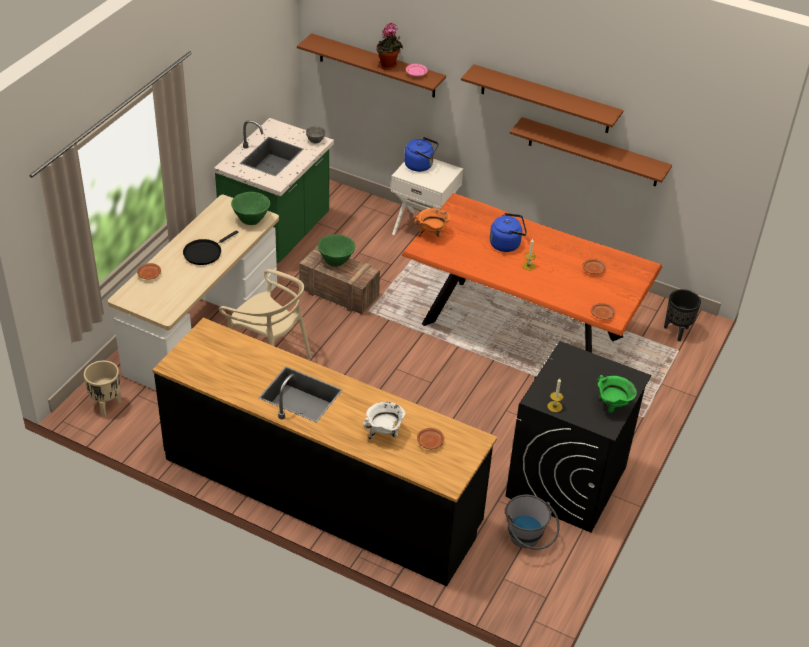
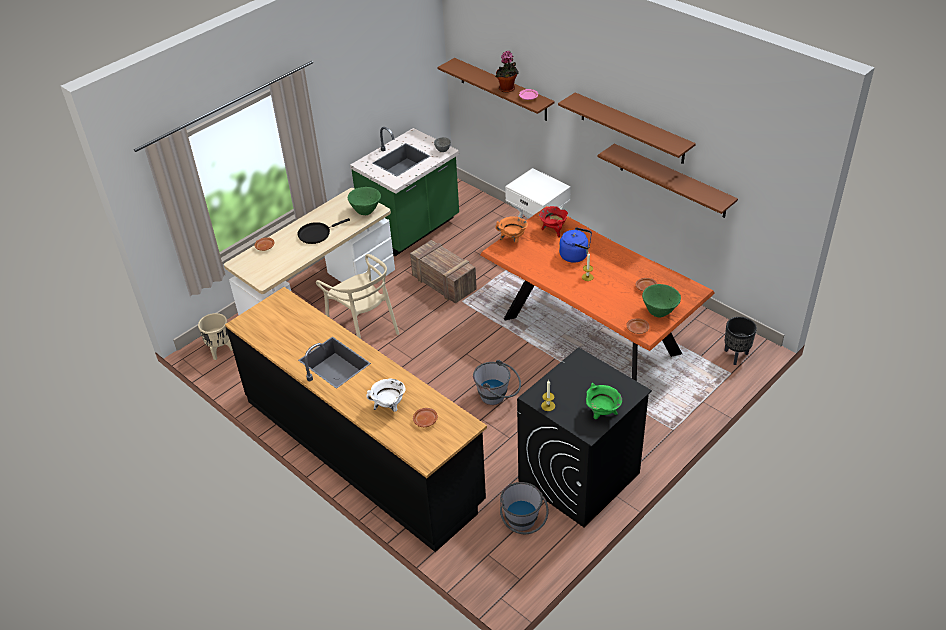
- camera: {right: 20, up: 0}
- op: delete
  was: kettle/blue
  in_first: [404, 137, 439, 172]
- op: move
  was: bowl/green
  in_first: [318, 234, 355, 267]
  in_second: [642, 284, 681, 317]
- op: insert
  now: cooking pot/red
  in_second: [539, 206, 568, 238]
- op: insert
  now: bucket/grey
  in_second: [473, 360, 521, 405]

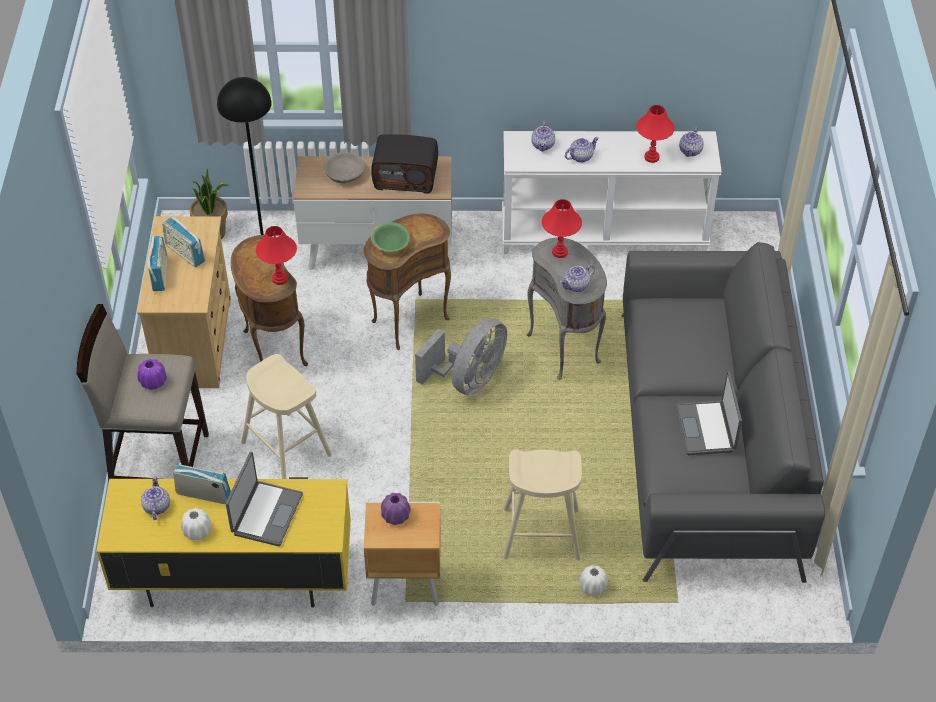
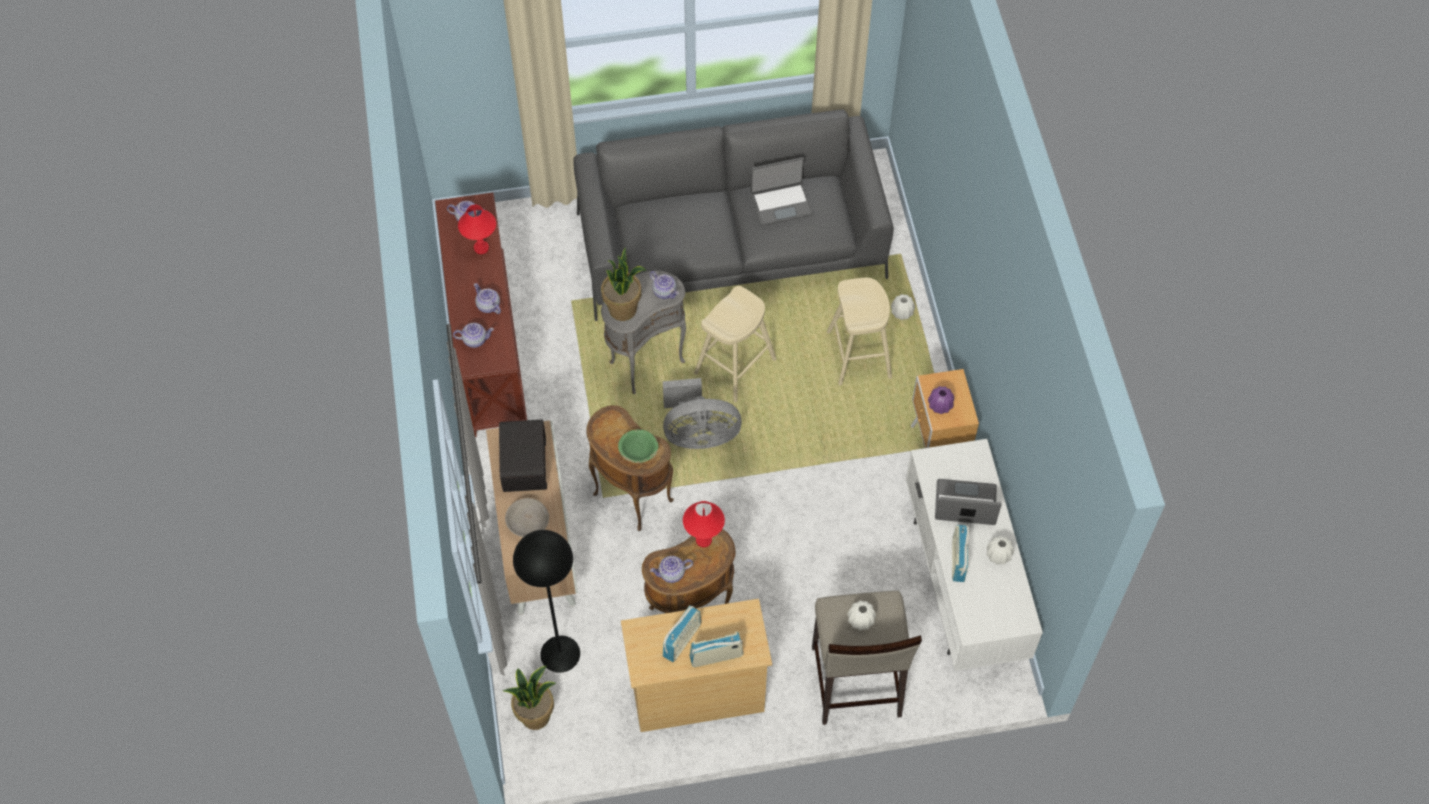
- camera: {right: -100, up: 10}
- op: recolor
  was: console table/white
  now: console table/brown
  in_first: [502, 131, 722, 254]
  in_second: [435, 193, 527, 437]
- op: replace
  was: table lamp/red
  now: potted plant
  in_first: [542, 199, 582, 258]
  in_second: [601, 248, 647, 321]
- op: rotate
  was: fan/grey
  in_first: [415, 318, 507, 395]
  in_second: [663, 378, 742, 449]
  clockwise: 150
- op: move
  was: stool/beige
  in_first: [241, 354, 332, 479]
  in_second: [694, 286, 776, 402]
- op: recolor
  was: vase/purple
  now: vase/white
  in_first: [137, 359, 167, 389]
  in_second: [848, 601, 876, 631]
- op: move
  was: teapot
  in_first: [141, 476, 170, 520]
  in_second: [650, 556, 693, 583]
- op: recolor
  was: tv stand/yellow
  now: tv stand/white
  in_first: [96, 477, 351, 608]
  in_second: [906, 439, 1043, 671]

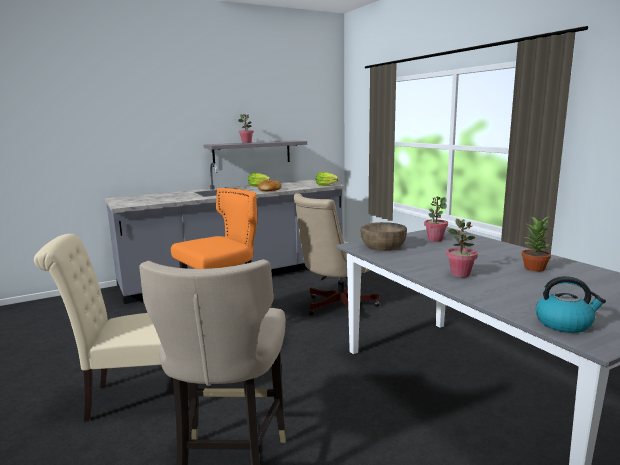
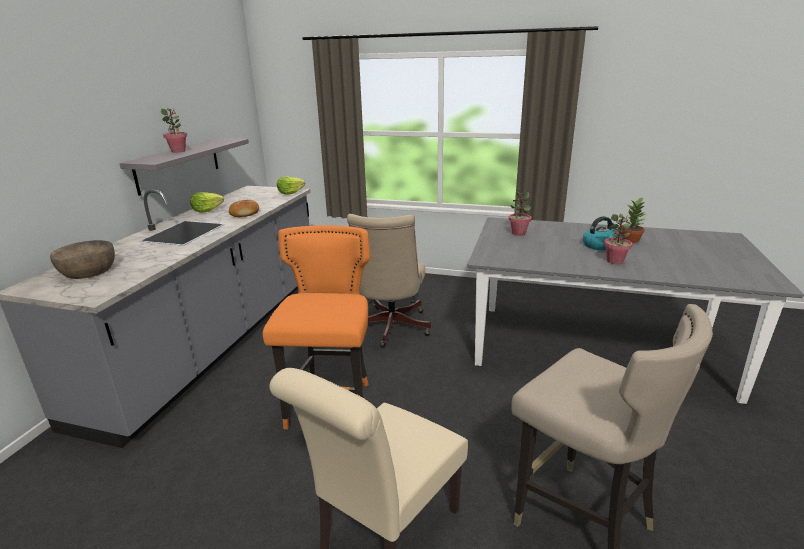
- camera: {right: -45, up: 10}
- op: move
  was: bowl/brown
  in_first: [361, 222, 407, 251]
  in_second: [50, 240, 115, 279]
- op: move
  was: kettle
  in_first: [536, 276, 606, 333]
  in_second: [583, 216, 616, 250]

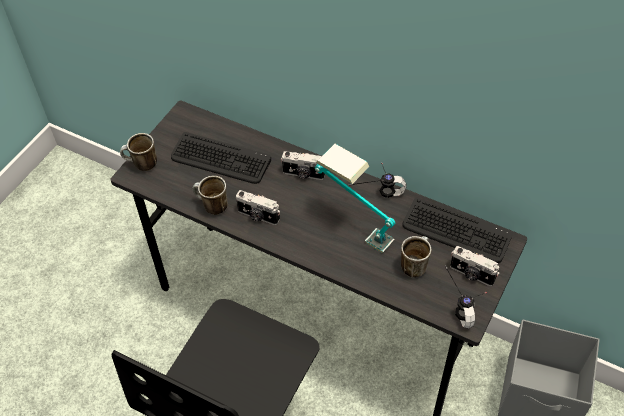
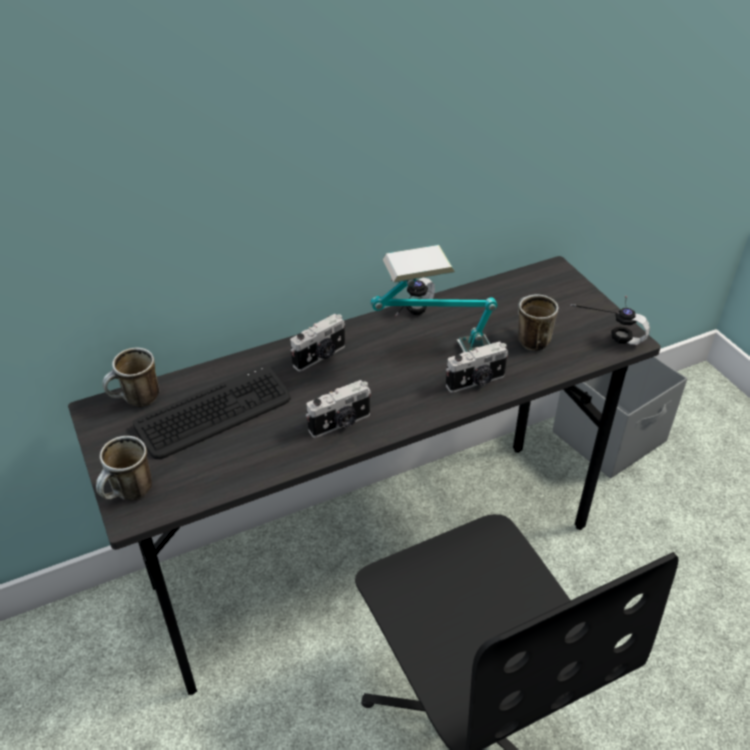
- camera: {right: -55, up: -10}
- op: move
  was: mug
  in_first: [192, 176, 228, 215]
  in_second: [102, 347, 159, 407]
- op: delete
  was: keyboard
  in_first: [402, 197, 513, 263]
- op: move
  was: photo camera
  in_first: [450, 246, 499, 286]
  in_second: [446, 341, 508, 393]

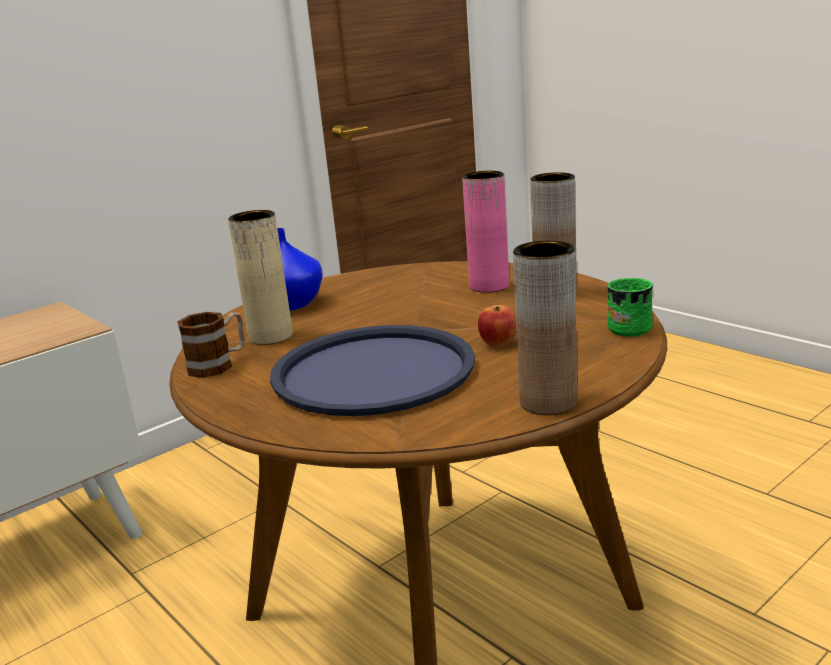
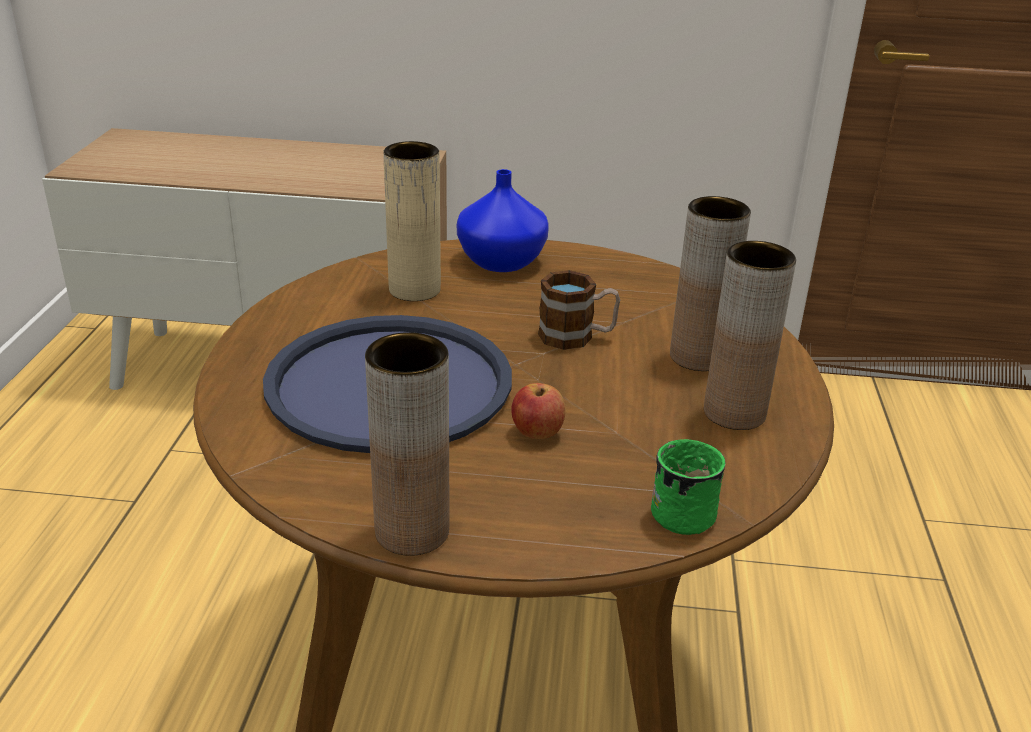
- camera: {right: 45, up: 10}
- op: recolor
  was: vase/pink
  now: vase/brown
  in_first: [462, 171, 509, 293]
  in_second: [670, 196, 751, 371]
- op: move
  was: mug
  in_first: [177, 312, 245, 378]
  in_second: [538, 270, 620, 350]

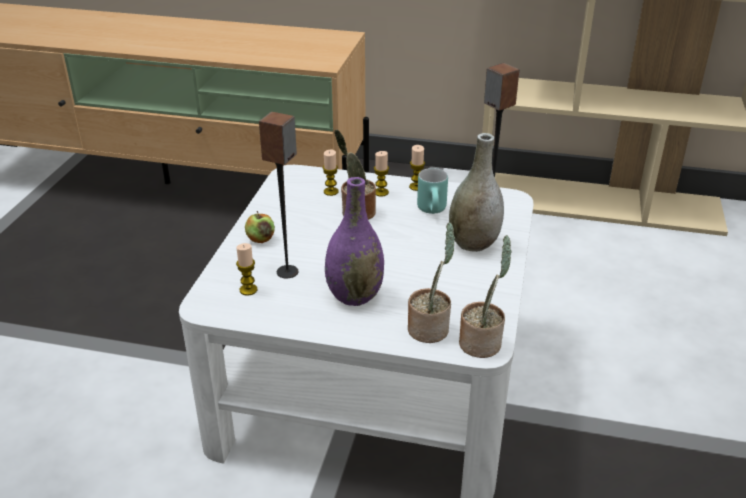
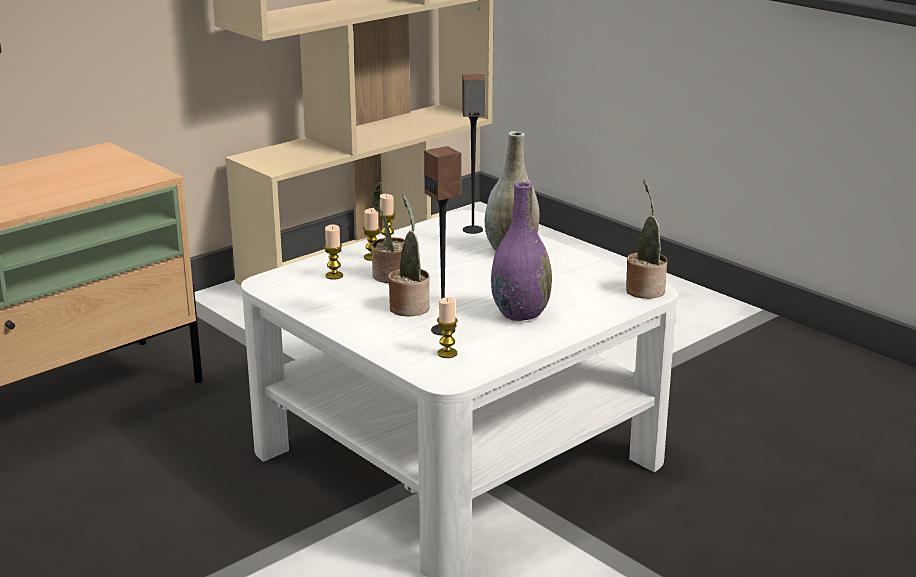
- camera: {right: -55, up: -10}
- op: delete
  was: mug/turquoise
  in_first: [417, 168, 448, 214]
- op: delete
  was: apple
  in_first: [245, 211, 275, 243]
- op: move
  was: potted plant
  in_first: [408, 222, 455, 343]
  in_second: [388, 194, 430, 317]

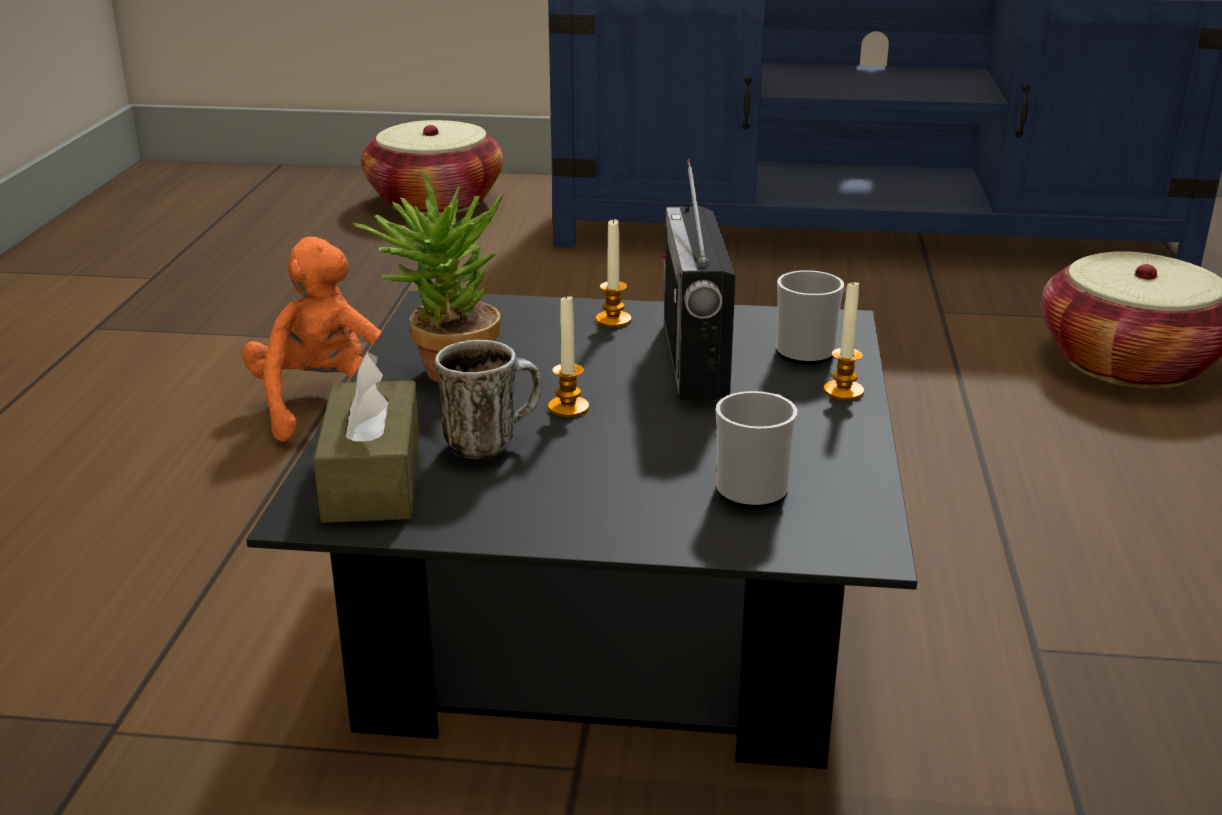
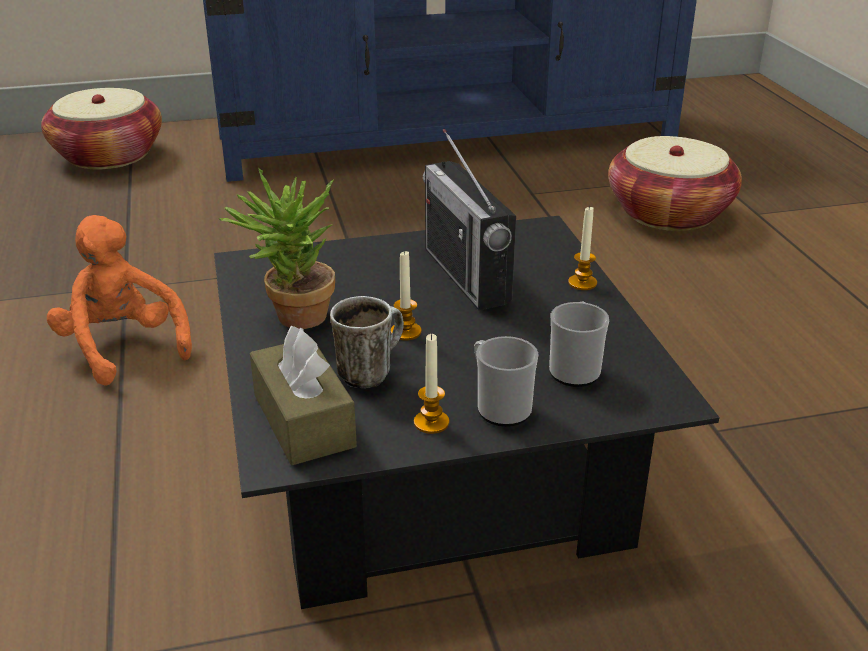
- camera: {right: -20, up: 5}
- op: move
  was: candle
  in_first: [595, 218, 631, 328]
  in_second: [414, 333, 449, 434]
- op: move
  was: mug
  in_first: [776, 270, 844, 364]
  in_second: [474, 336, 538, 427]

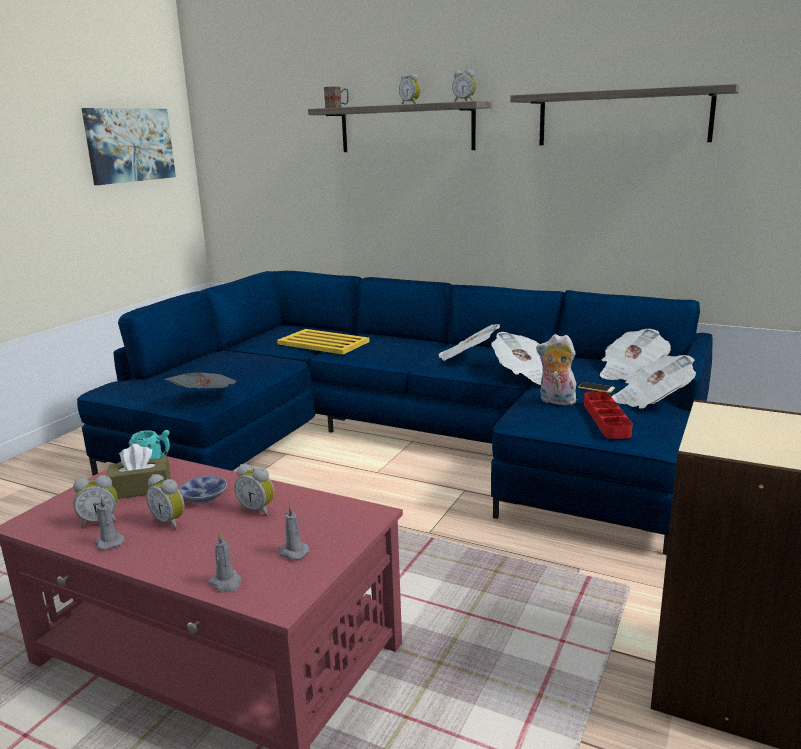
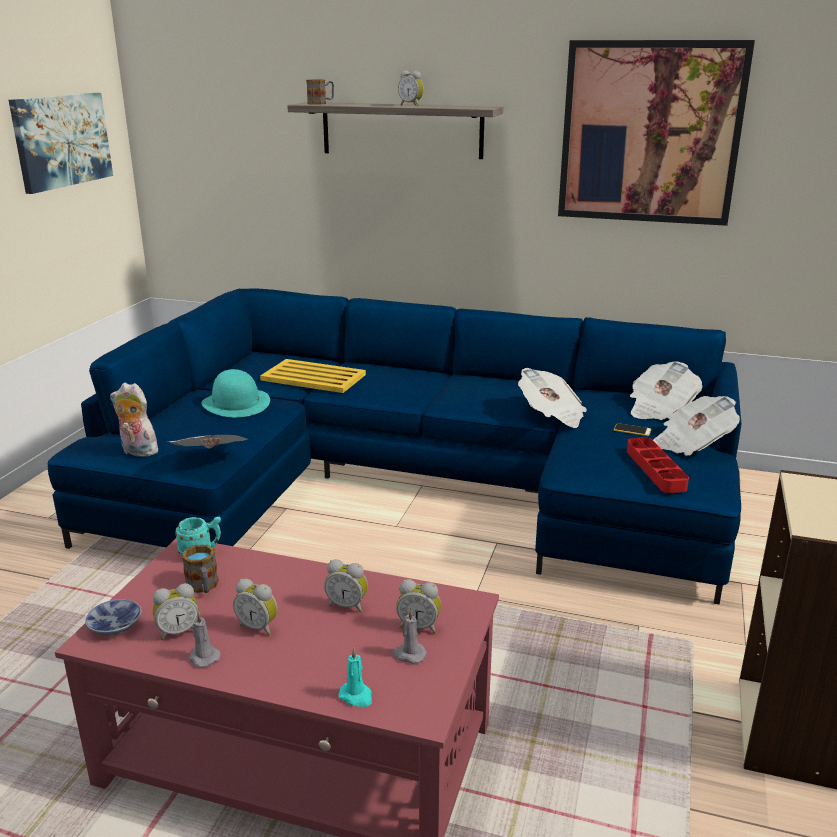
- camera: {right: -10, up: 5}
- op: move
  was: alarm clock
  in_first: [452, 70, 476, 102]
  in_second: [396, 579, 441, 633]
- op: replace
  was: shelf
  now: picture
  in_first: [510, 84, 739, 145]
  in_second: [558, 40, 755, 226]
- op: delete
  was: newspaper
  in_first: [439, 324, 500, 361]
- op: move
  was: plush toy
  in_first: [536, 334, 576, 406]
  in_second: [110, 383, 160, 457]
- op: replace
  was: tissue box/brown
  now: mug
  in_first: [106, 444, 171, 499]
  in_second: [182, 545, 218, 593]
- op: move
  was: bowl
  in_first: [179, 476, 227, 503]
  in_second: [85, 599, 142, 636]
- op: recolor
  was: candle/grey
  now: candle/turquoise
  in_first: [209, 532, 241, 592]
  in_second: [338, 648, 372, 707]
- op: insert
  now: hat/turquoise
  in_second: [201, 369, 270, 418]

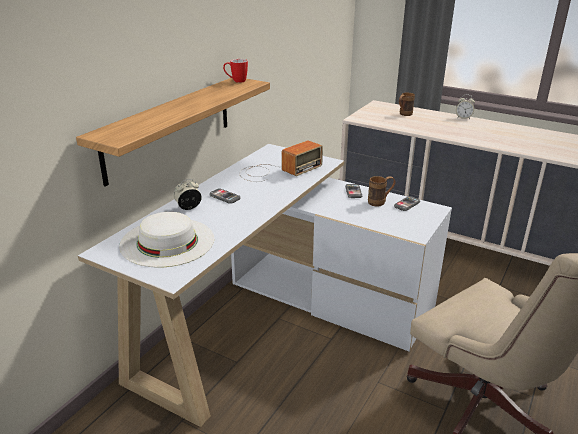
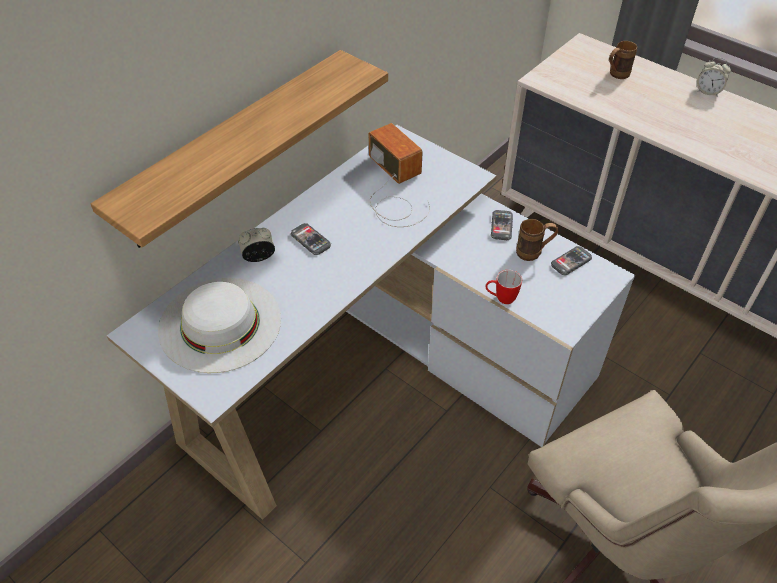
- camera: {right: 10, up: 20}
- op: move
  was: mug
  in_first: [223, 59, 248, 83]
  in_second: [485, 270, 522, 304]
- op: rotate
  was: radio
  in_first: [239, 140, 323, 182]
  in_second: [369, 123, 430, 227]
  clockwise: -90

